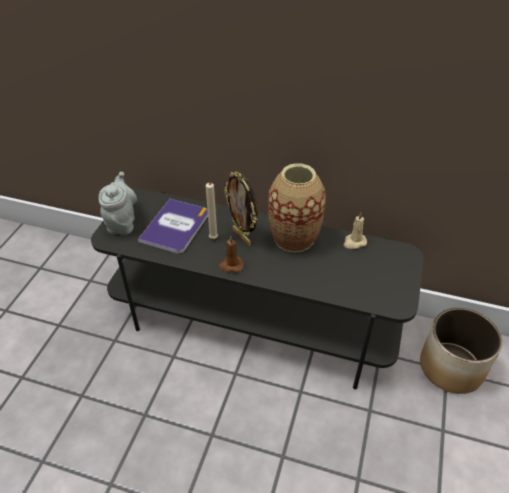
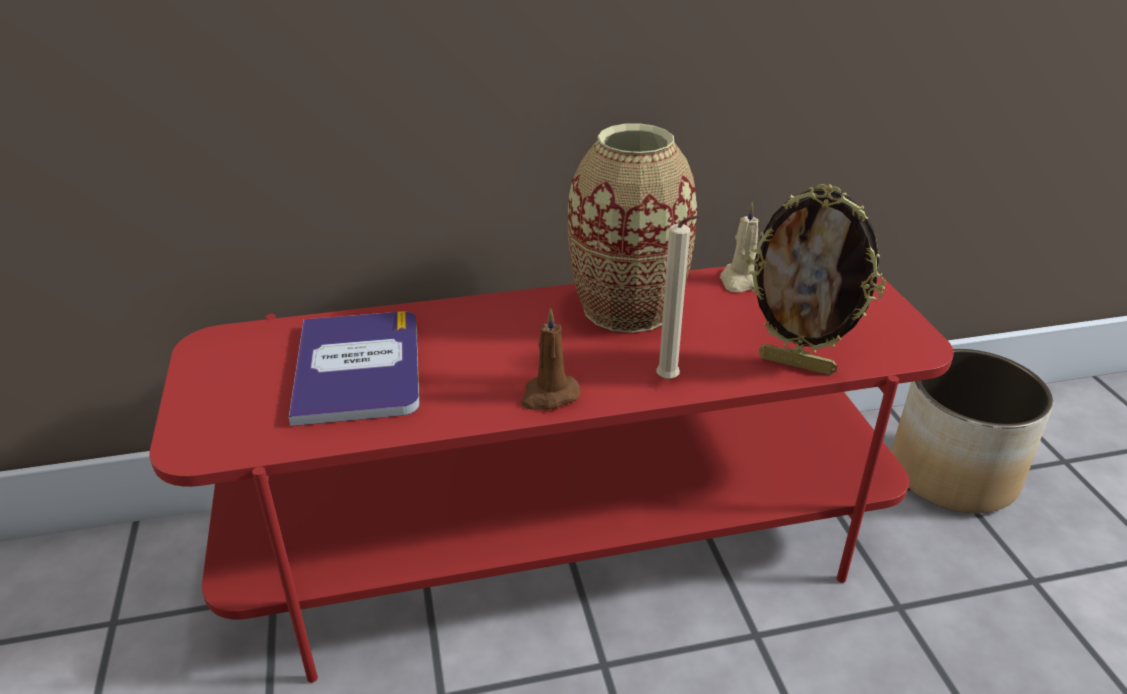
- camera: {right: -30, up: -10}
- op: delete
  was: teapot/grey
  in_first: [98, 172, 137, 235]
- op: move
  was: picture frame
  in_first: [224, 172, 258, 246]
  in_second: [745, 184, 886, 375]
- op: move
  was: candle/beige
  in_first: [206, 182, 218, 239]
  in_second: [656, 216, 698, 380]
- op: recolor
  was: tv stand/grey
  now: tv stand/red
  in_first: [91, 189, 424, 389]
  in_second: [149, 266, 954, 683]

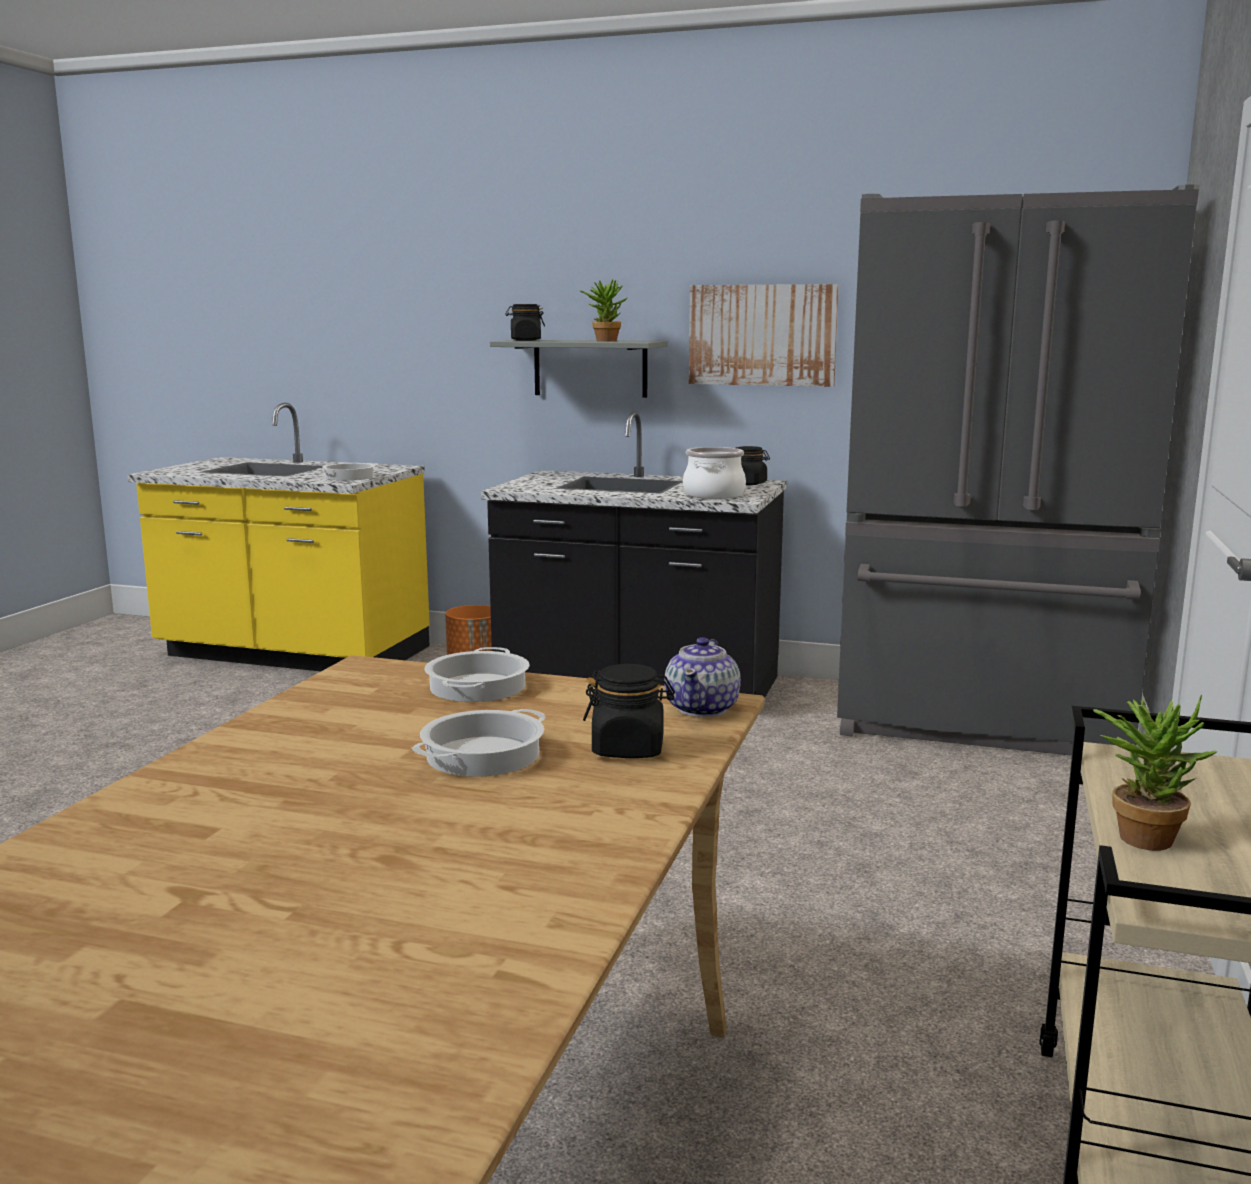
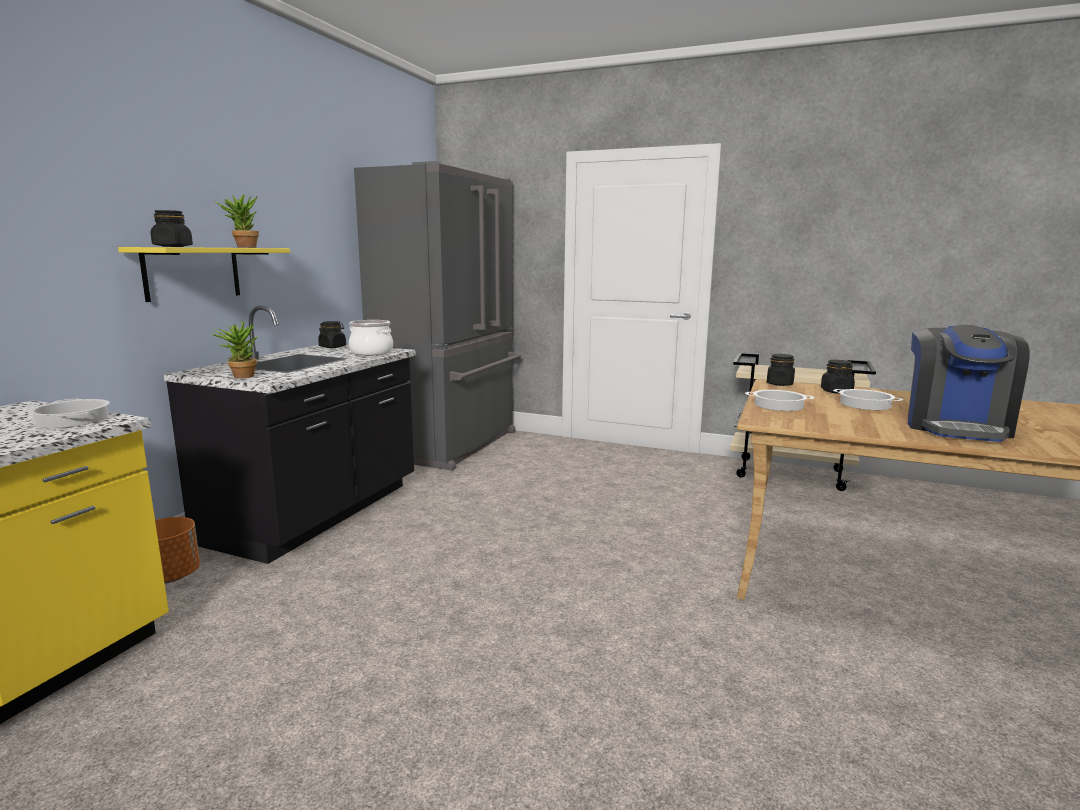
- camera: {right: -85, up: 0}
- op: delete
  was: picture
  in_first: [689, 284, 839, 387]
- op: recolor
  was: shelf/grey
  now: shelf/yellow
  in_first: [490, 340, 668, 398]
  in_second: [118, 247, 290, 302]
- op: replace
  was: teapot
  now: jar/black
  in_first: [664, 637, 741, 717]
  in_second: [767, 354, 795, 386]
- op: move
  was: potted plant
  in_first: [1093, 695, 1218, 851]
  in_second: [211, 320, 258, 378]
- op: insert
  now: coffee machine
  in_second: [908, 325, 1030, 442]

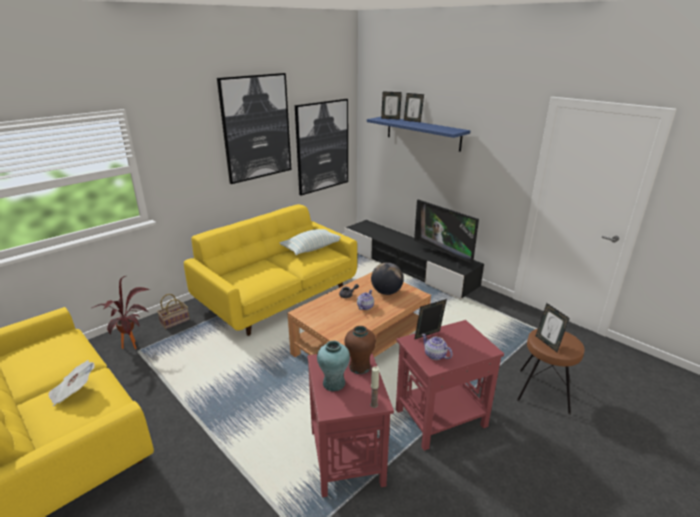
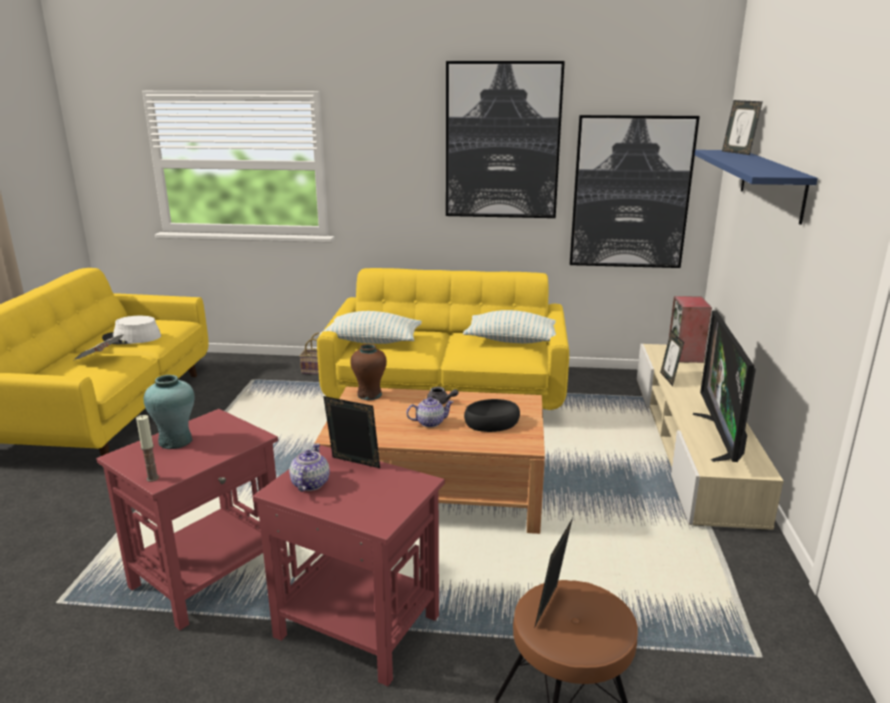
- camera: {right: 50, up: -5}
- op: move
  was: picture frame
  in_first: [404, 93, 424, 122]
  in_second: [660, 331, 684, 386]
- op: recolor
  was: tv stand/black
  now: tv stand/beige
  in_first: [344, 220, 484, 299]
  in_second: [637, 344, 784, 531]
- op: replace
  was: globe
  now: bowl/black
  in_first: [371, 262, 404, 295]
  in_second: [464, 399, 520, 432]
- op: delete
  was: potted plant
  in_first: [92, 276, 150, 349]
- op: move
  was: vase/brown
  in_first: [344, 326, 376, 374]
  in_second: [350, 344, 387, 400]
- op: insert
  now: speaker
  in_second: [669, 296, 712, 363]
- op: insert
  now: pillow
  in_second: [319, 311, 422, 344]
- op: insert
  now: hat/white
  in_second: [102, 316, 161, 344]

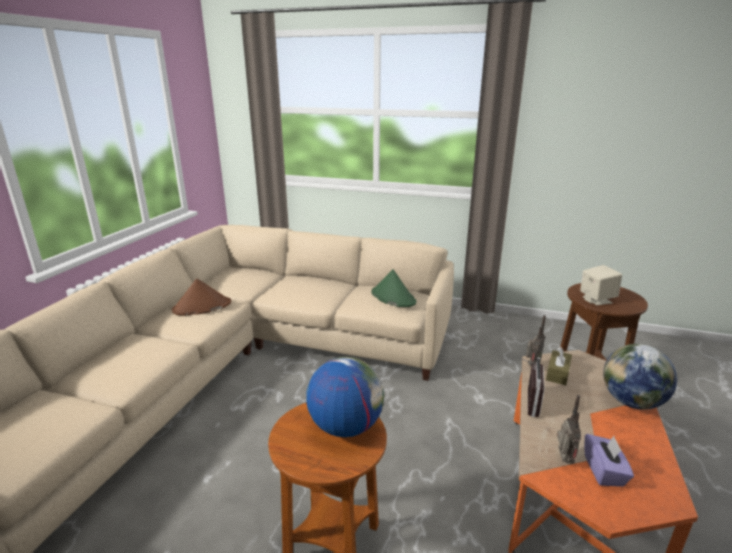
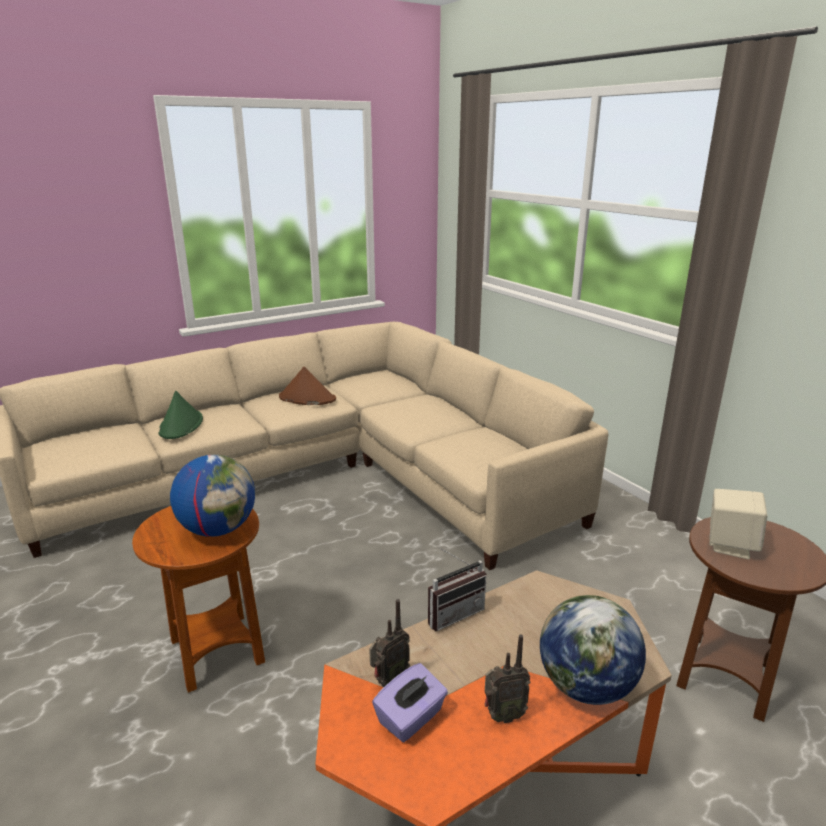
- camera: {right: 40, up: 0}
- op: move
  was: hat/green
  in_first: [372, 269, 416, 307]
  in_second: [158, 391, 203, 439]
- op: move
  was: radio
  in_first: [526, 315, 546, 367]
  in_second: [485, 634, 530, 723]
- op: delete
  was: tissue box/brown
  in_first: [546, 347, 572, 385]

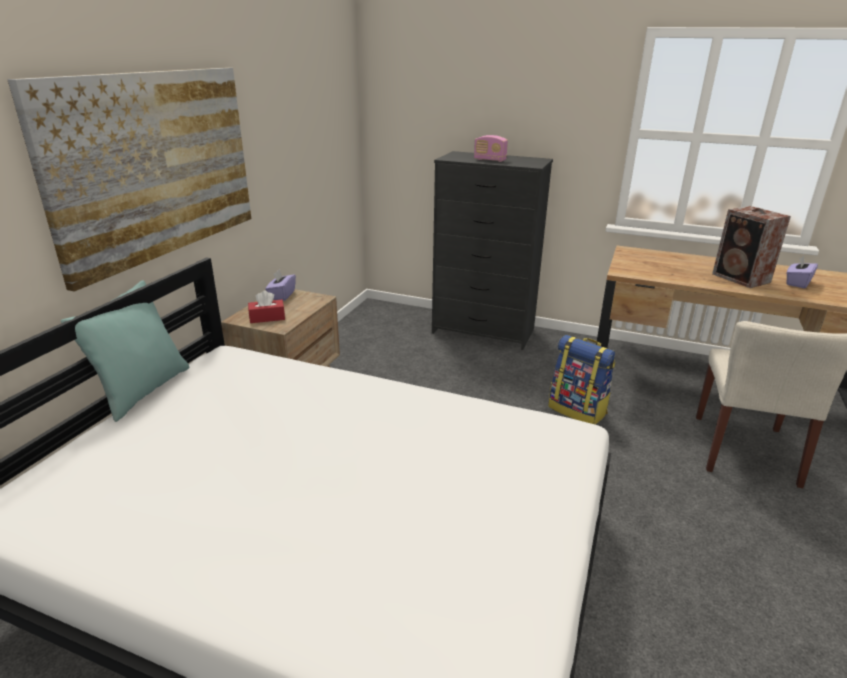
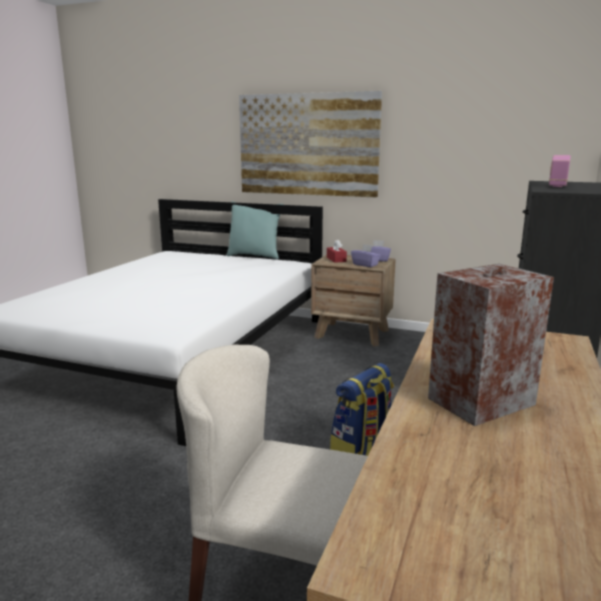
- camera: {right: 90, up: -10}
- op: move
  was: tissue box/purple
  in_first: [786, 255, 818, 288]
  in_second: [351, 244, 381, 267]

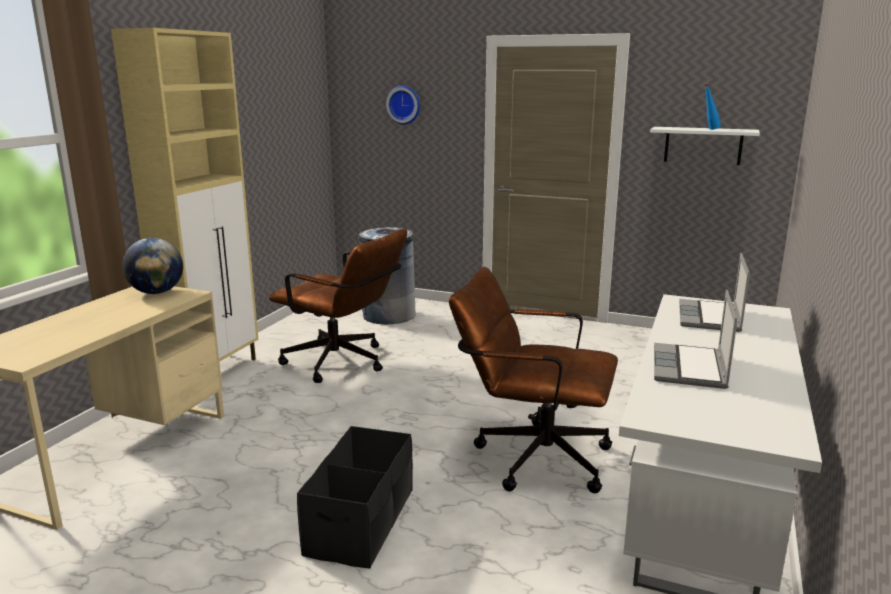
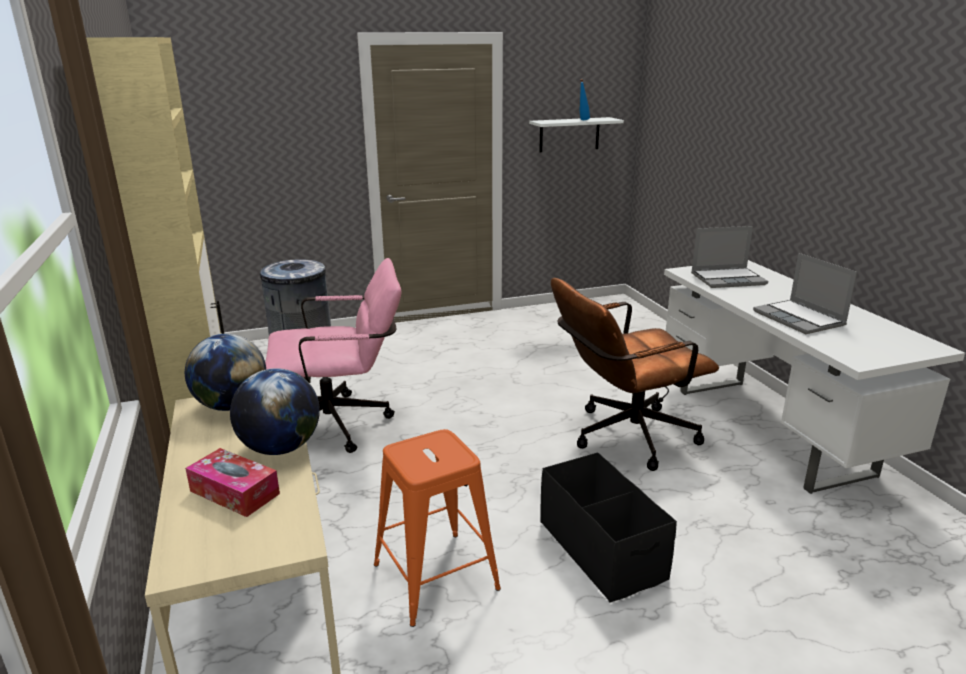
- camera: {right: -40, up: 5}
- op: delete
  was: wall clock
  in_first: [386, 86, 420, 125]
- op: recolor
  was: office chair/brown
  now: office chair/pink
  in_first: [269, 229, 407, 383]
  in_second: [265, 258, 401, 453]
- op: rotate
  was: laptop
  in_first: [679, 253, 750, 332]
  in_second: [691, 226, 768, 288]
  clockwise: -75
- op: insert
  now: globe
  in_second: [230, 368, 320, 455]
- op: insert
  now: stool/orange
  in_second: [374, 429, 501, 627]
- op: insert
  now: tissue box
  in_second: [185, 448, 280, 517]

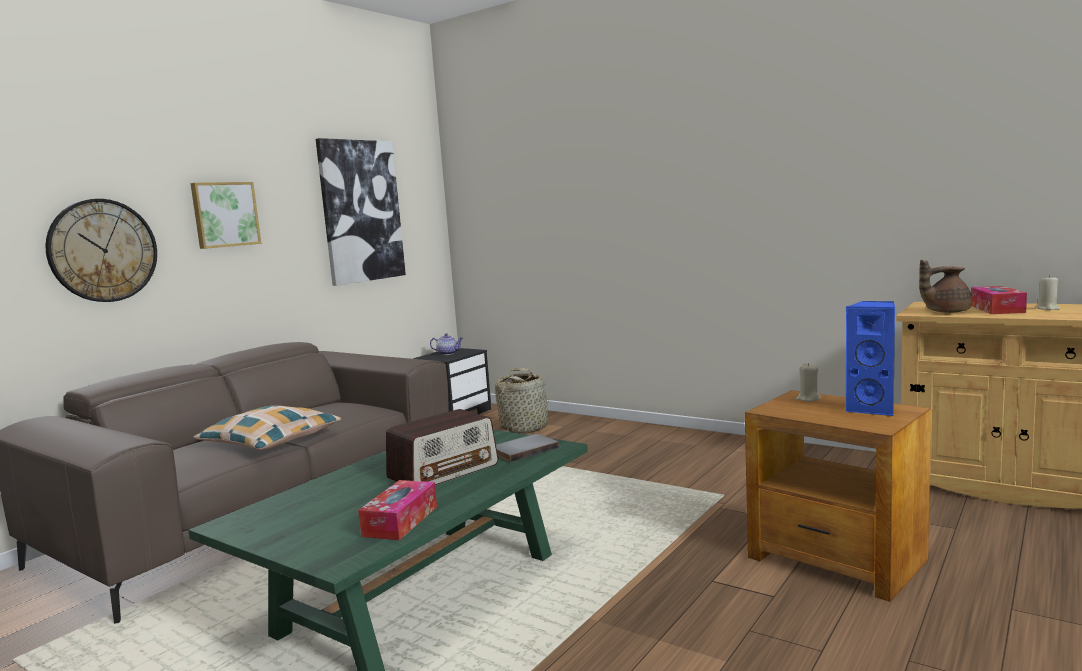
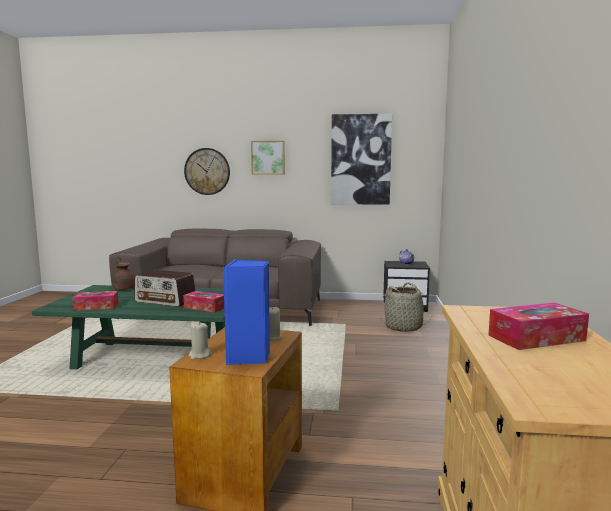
- camera: {right: 60, up: 0}
- op: move
  was: teapot/brown
  in_first: [919, 260, 972, 313]
  in_second: [112, 256, 135, 290]
- op: move
  was: candle/beige
  in_first: [1036, 275, 1060, 310]
  in_second: [189, 321, 211, 359]
- op: delete
  was: pillow
  in_first: [194, 406, 341, 450]
- op: replace
  was: book/grey
  now: tissue box
  in_first: [496, 434, 559, 462]
  in_second: [183, 291, 224, 313]

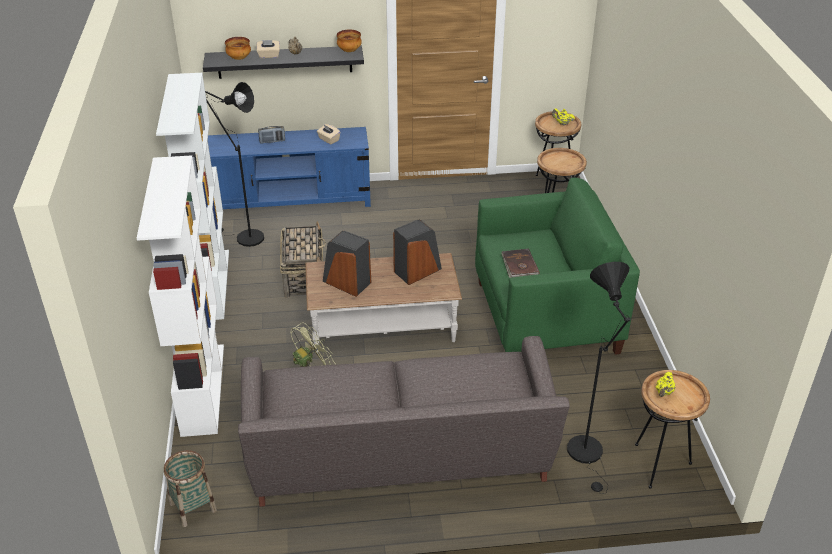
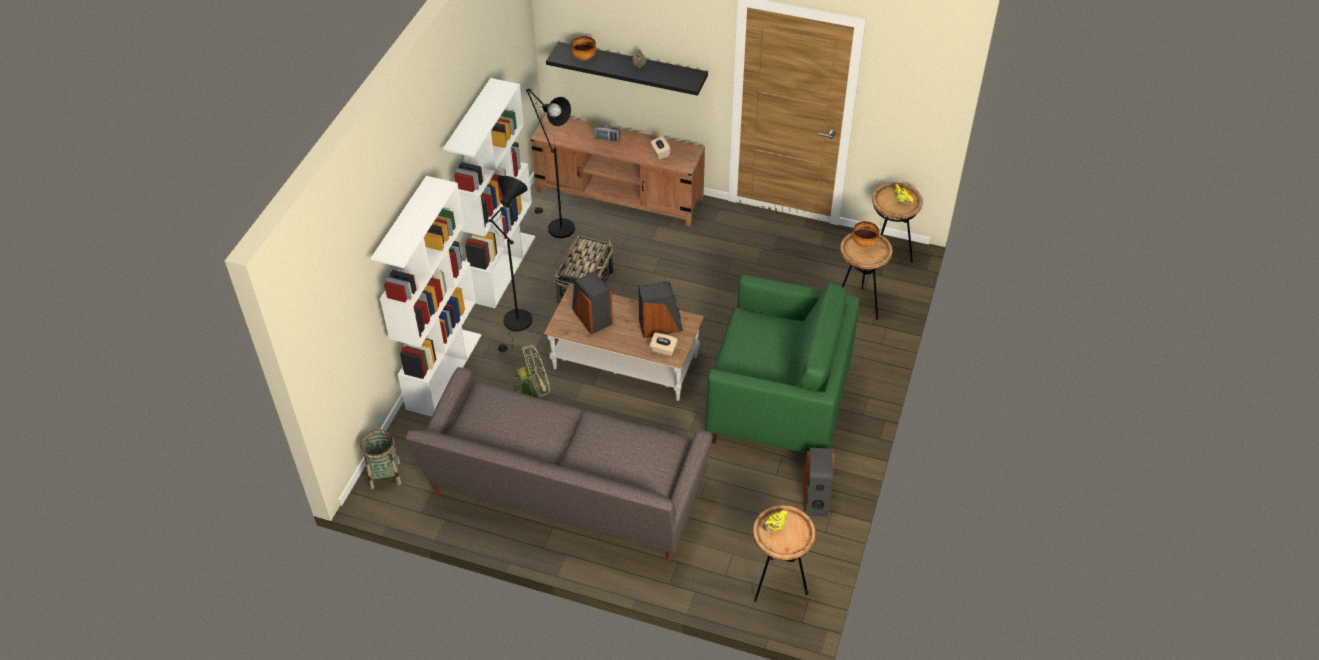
- camera: {right: 25, up: 10}
- op: move
  was: bowl
  in_first: [337, 30, 362, 52]
  in_second: [852, 221, 879, 247]
- op: move
  was: tissue box/beige
  in_first: [257, 40, 280, 58]
  in_second: [650, 333, 678, 356]
- op: recolor
  was: tv stand/blue
  now: tv stand/brown
  in_first: [208, 127, 371, 209]
  in_second: [531, 113, 705, 227]
- op: delete
  was: book/brown
  in_first: [501, 248, 540, 278]
- op: move
  was: floor lamp/black
  in_first: [567, 262, 631, 492]
  in_second: [489, 176, 532, 355]
- op: insert
  now: speaker
  in_second: [803, 448, 835, 517]

